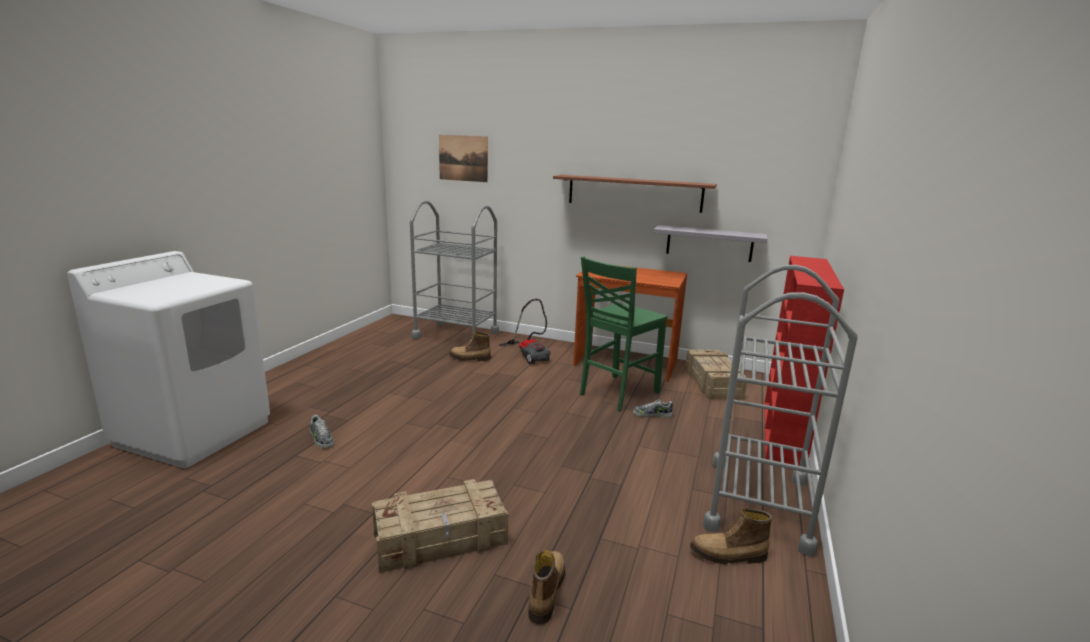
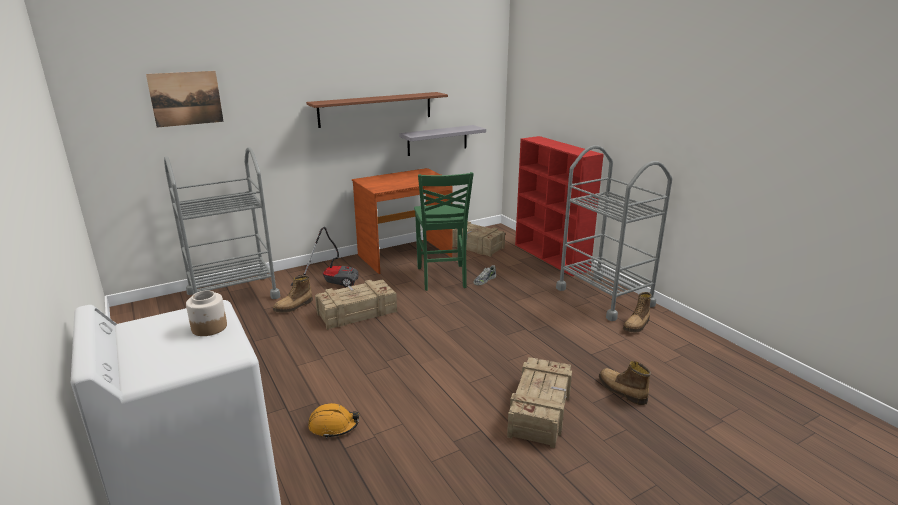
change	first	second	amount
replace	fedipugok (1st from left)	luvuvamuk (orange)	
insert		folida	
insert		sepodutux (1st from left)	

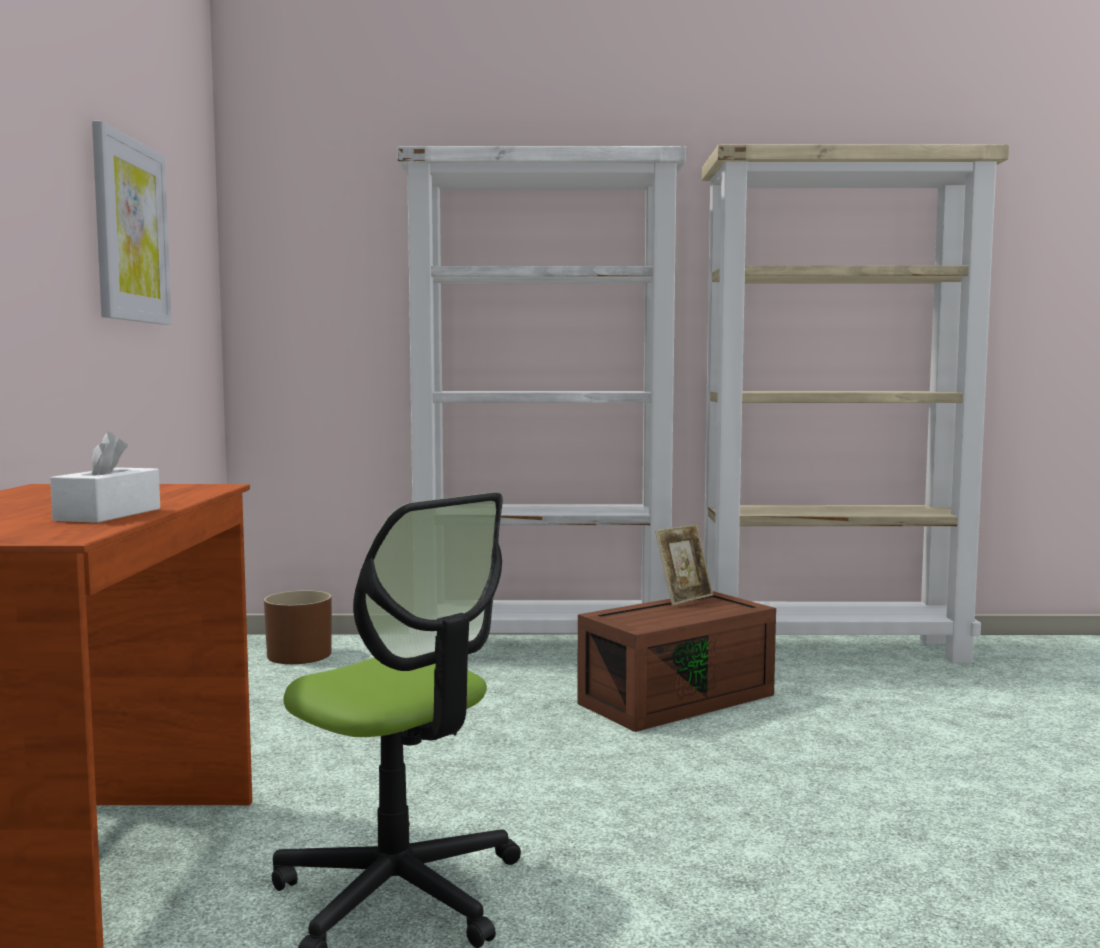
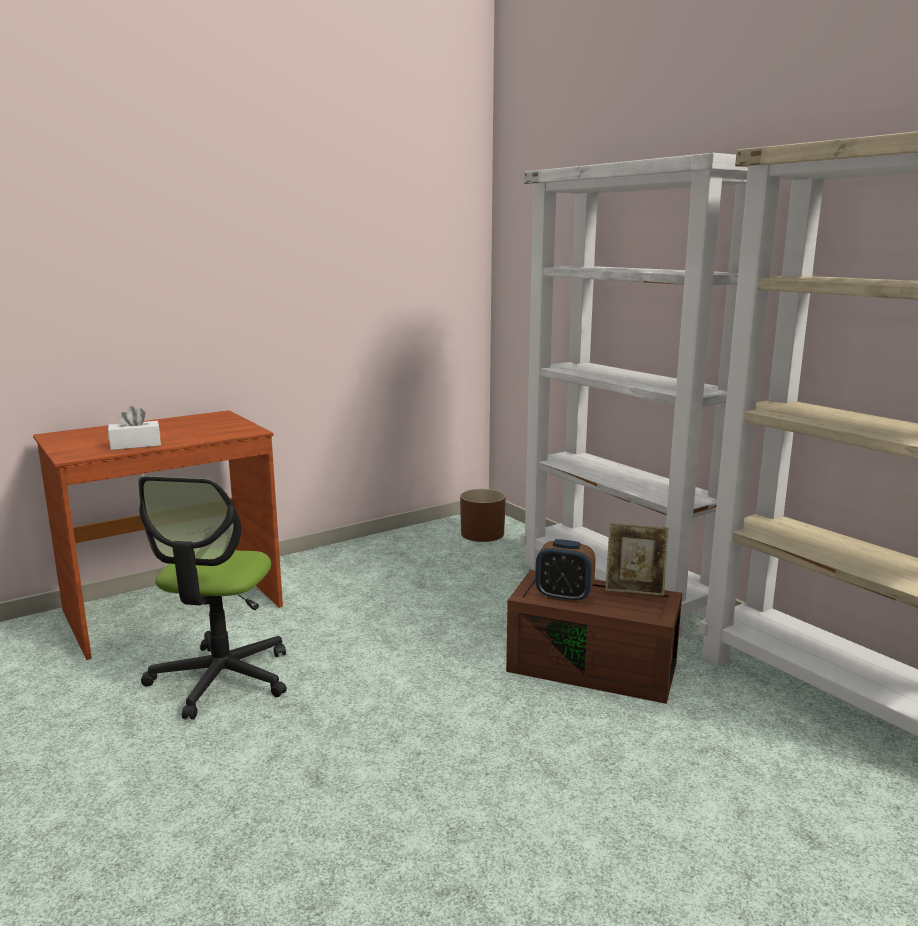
change	first	second	amount
delete	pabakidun		
insert		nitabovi	

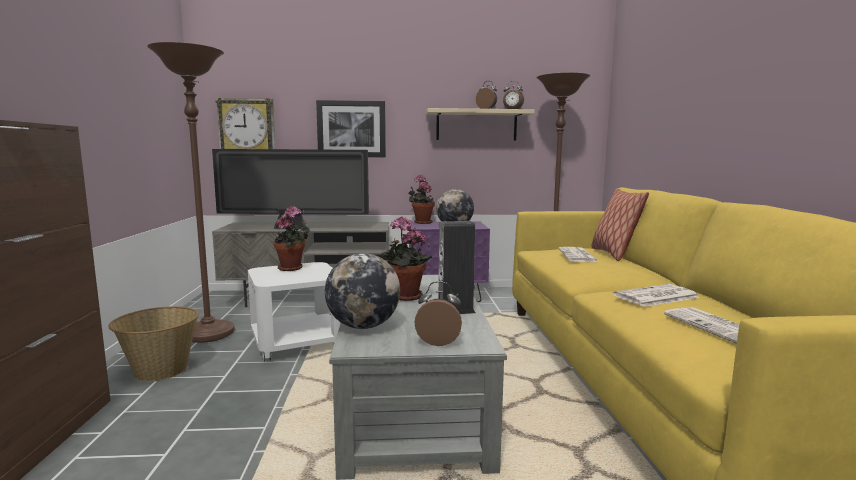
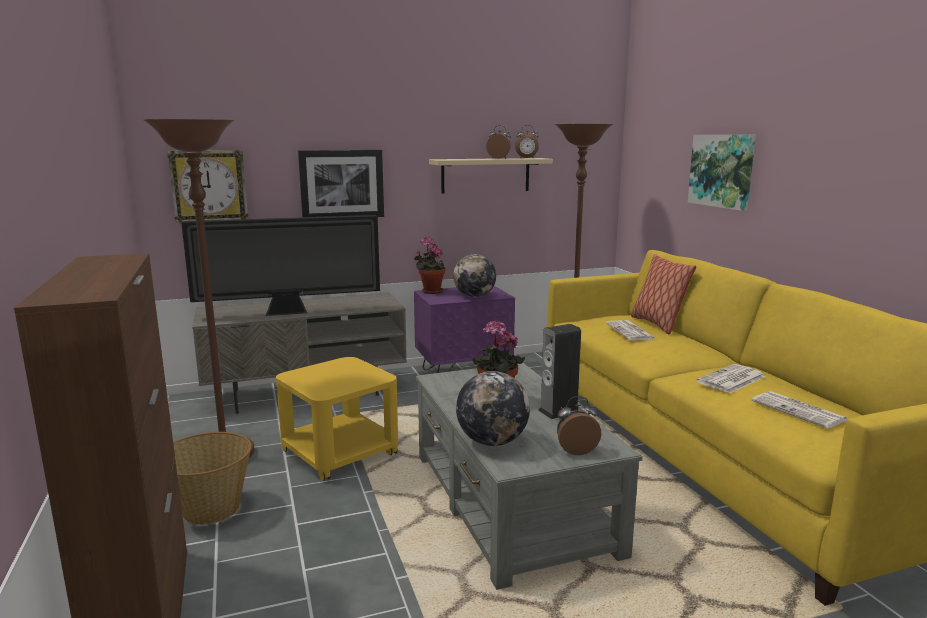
change	first	second	amount
recolor	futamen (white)	futamen (yellow)	
delete	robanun (1st from left)		
insert		pabakidun (2nd from left)	

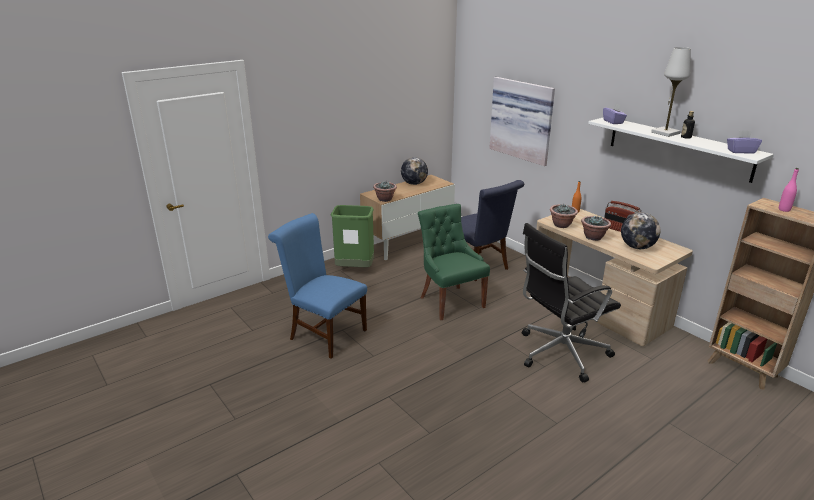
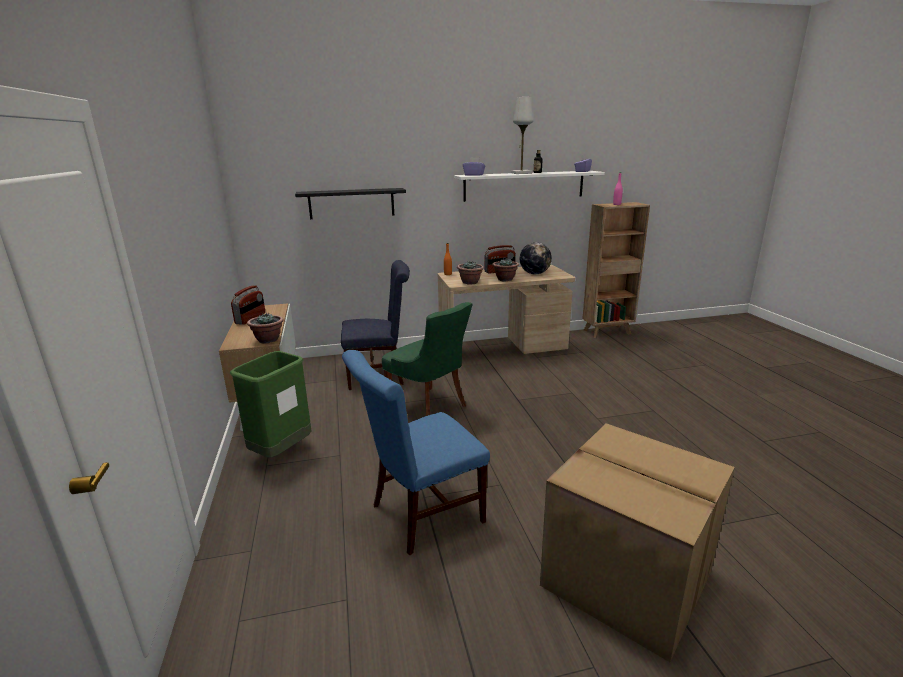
change	first	second	amount
replace	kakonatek (1st from left)	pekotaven (1st from left)	
rotate	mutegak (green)		135 degrees counterclockwise
replace	pabakidun	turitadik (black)	
delete	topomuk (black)		
insert		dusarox	

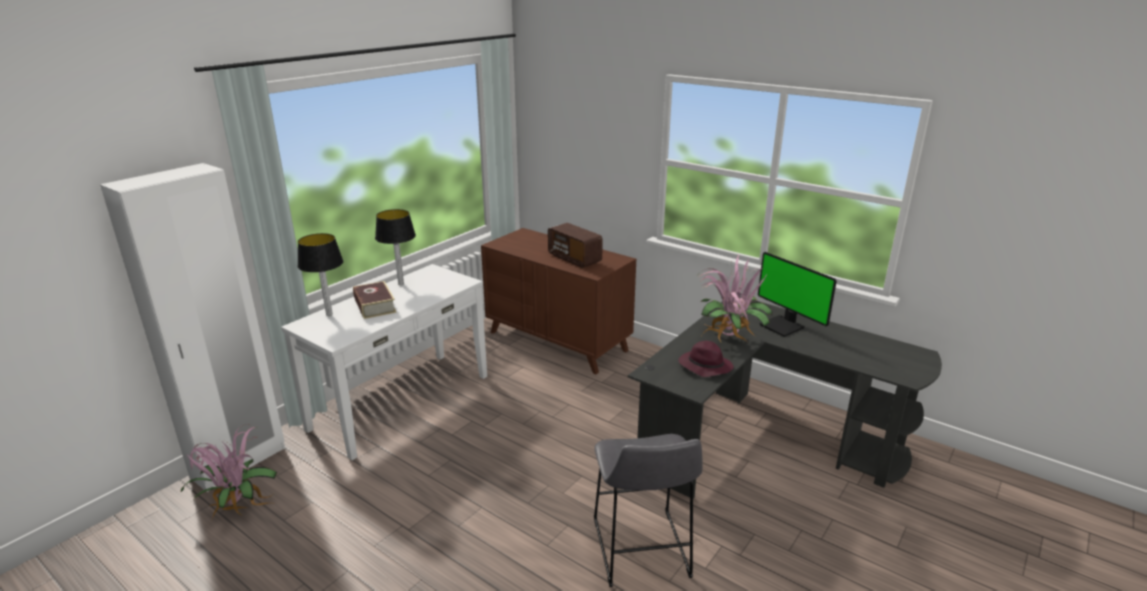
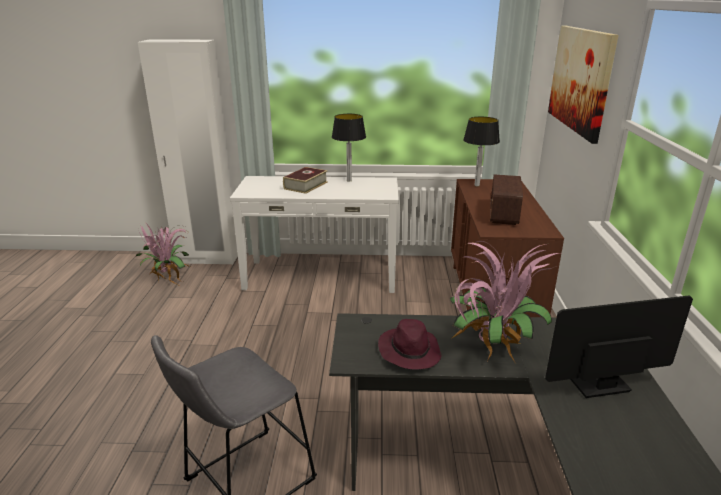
change	first	second	amount
move	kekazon (1st from left in the first image)	kekazon (2nd from left)	
rotate	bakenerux		60 degrees clockwise
insert		pabakidun	

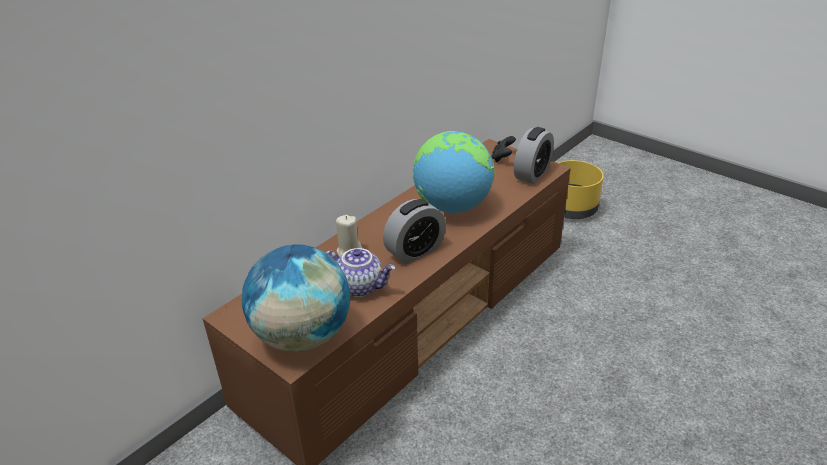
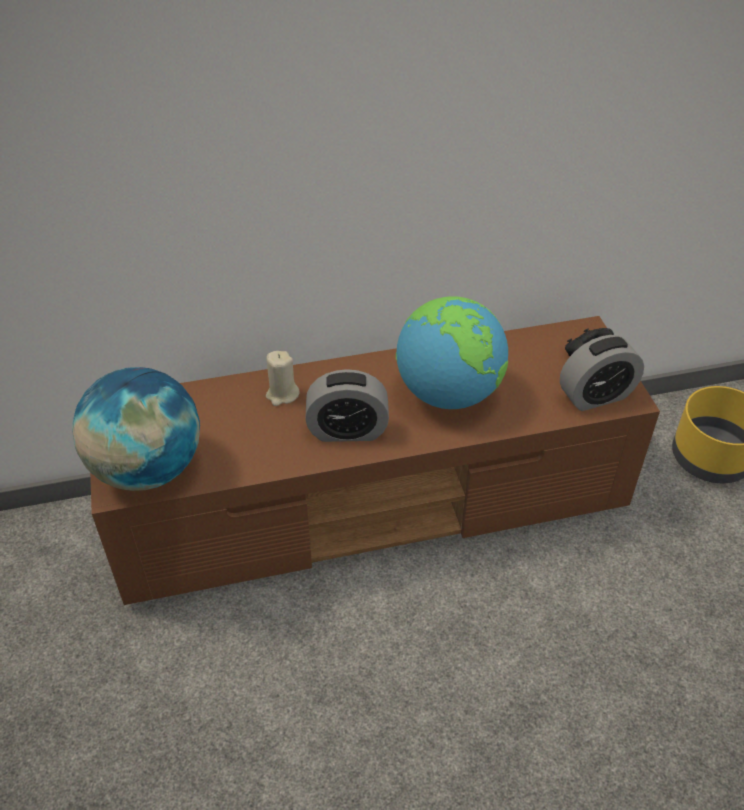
change	first	second	amount
delete	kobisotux		

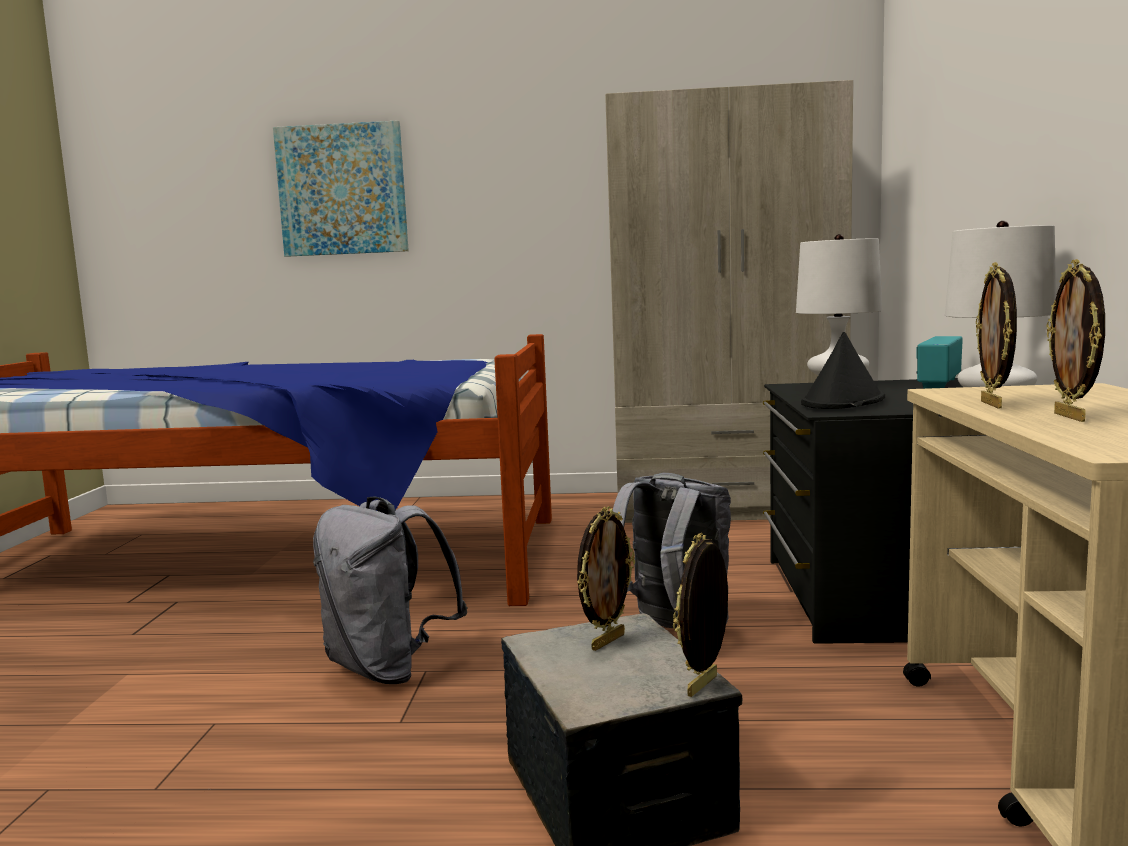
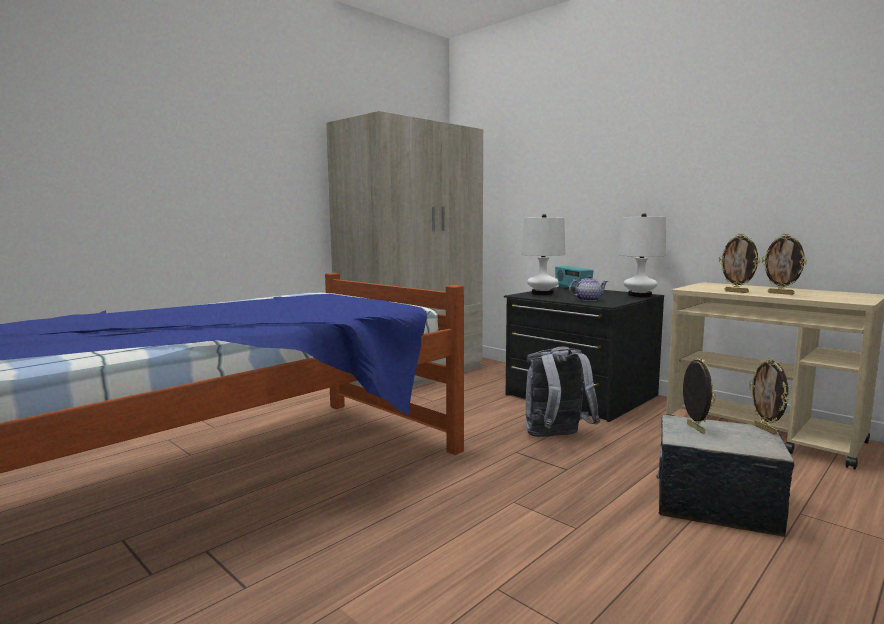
change	first	second	amount
delete	pabakidun		
delete	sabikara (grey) (1st from left)		
replace	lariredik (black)	kobisotux	

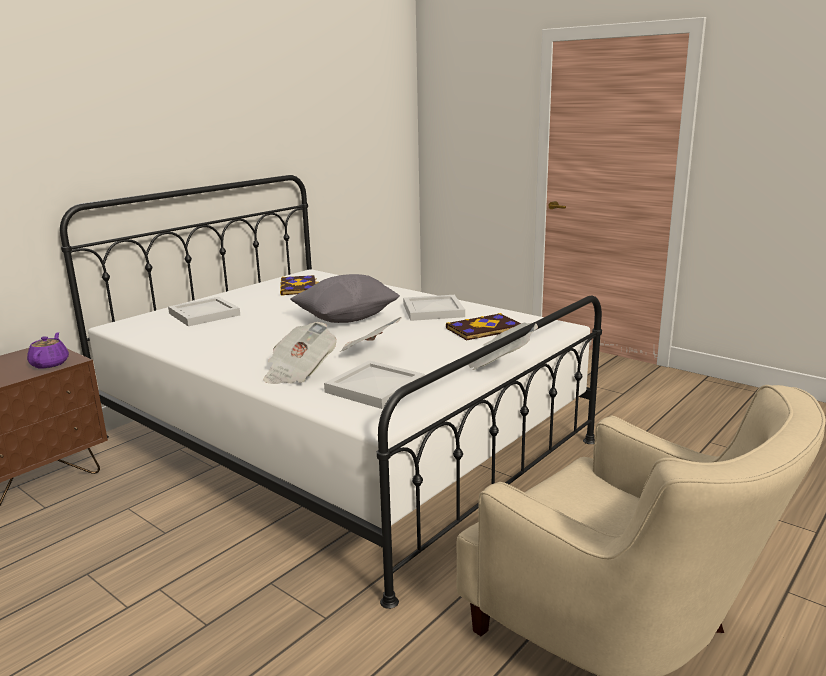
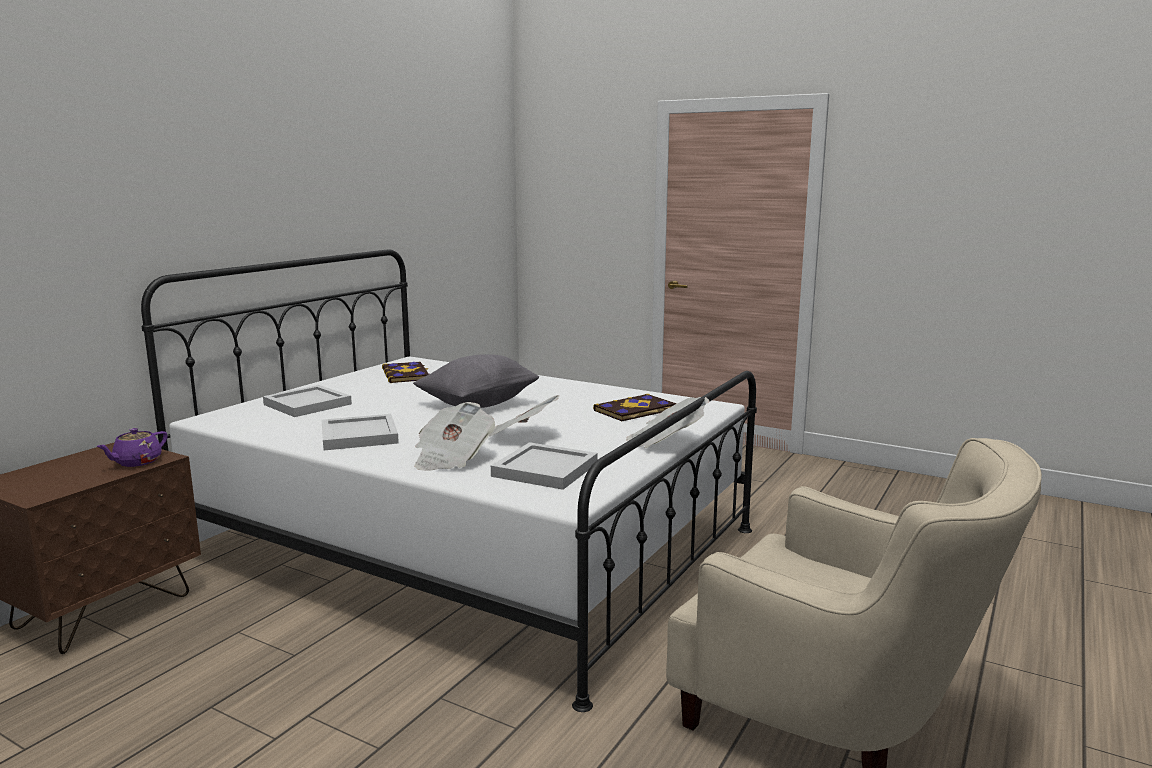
change	first	second	amount
rotate	kobisotux (purple)		135 degrees counterclockwise
move	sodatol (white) (3rd from left in the first image)	sodatol (white) (2nd from left)	

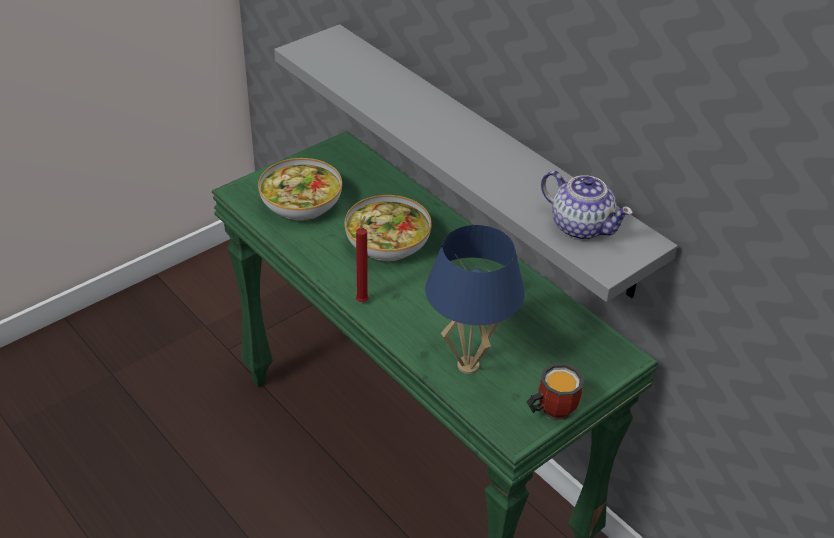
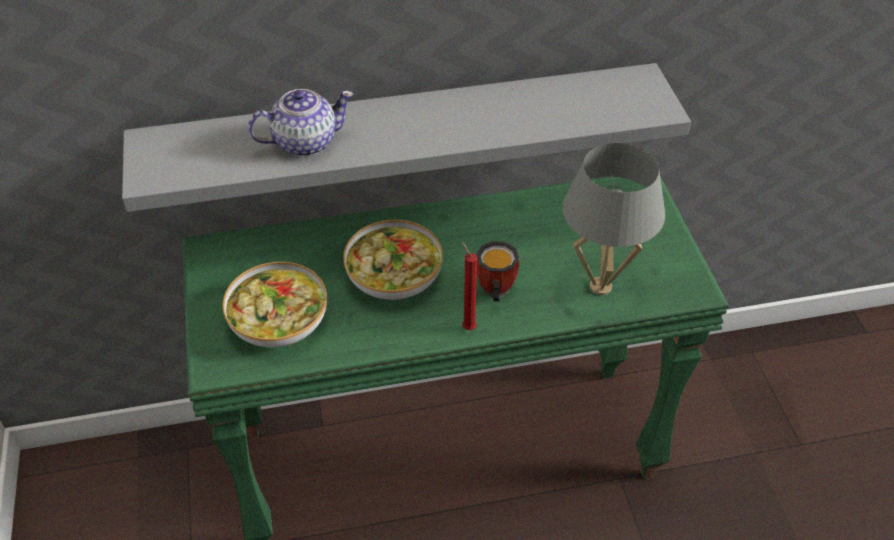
change	first	second	amount
recolor	kekazon (blue)	kekazon (grey)	
move	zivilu		
move	kobisotux		

